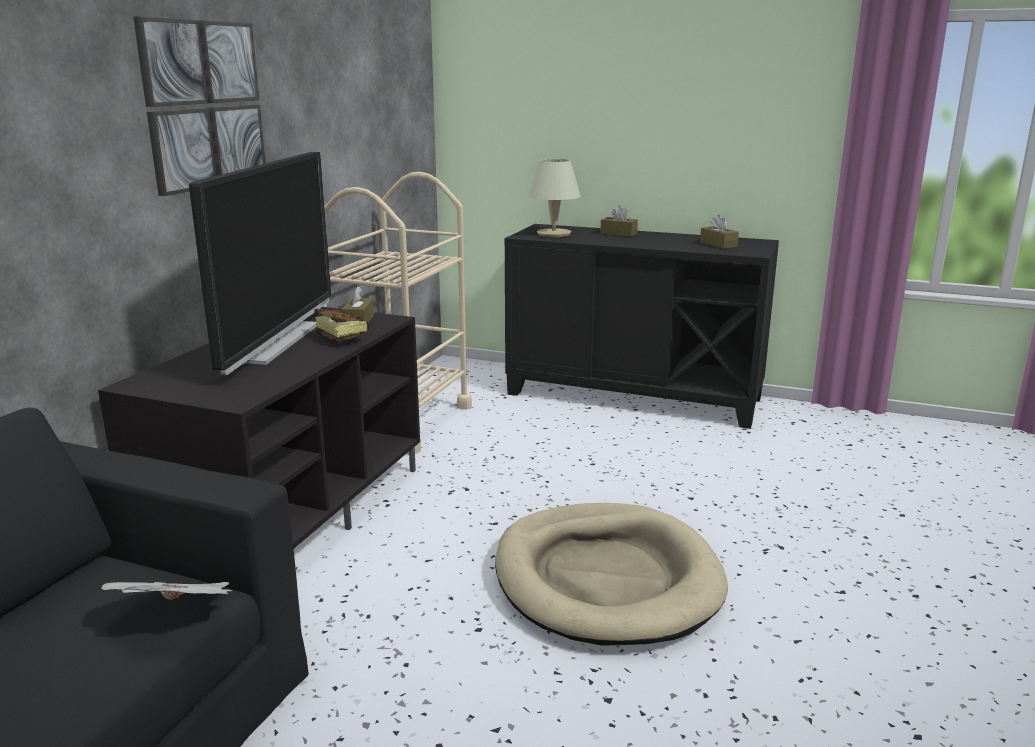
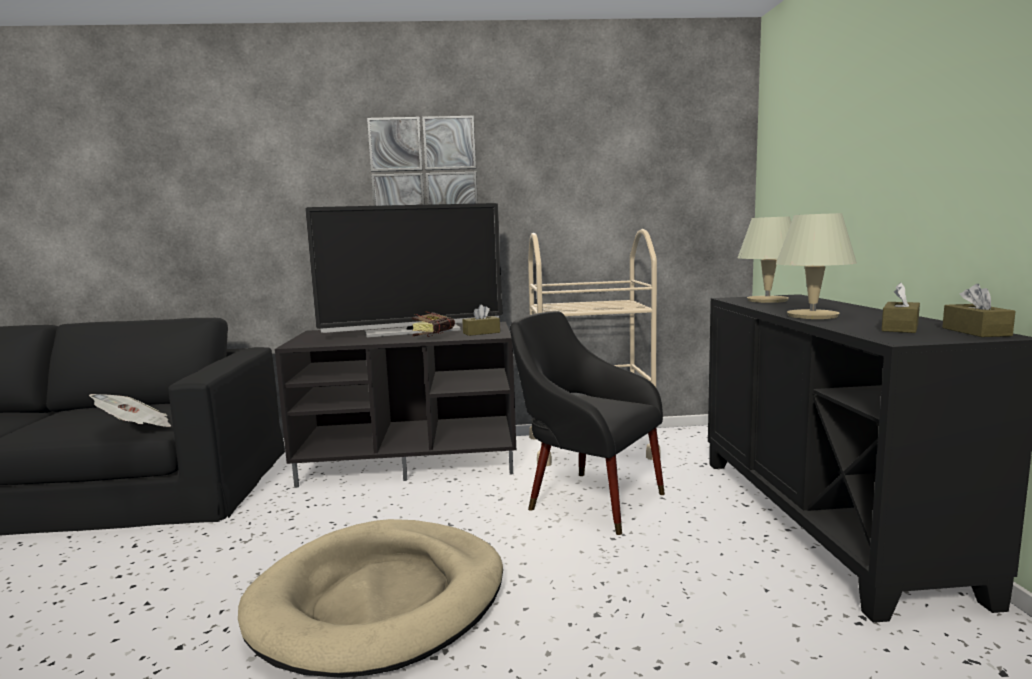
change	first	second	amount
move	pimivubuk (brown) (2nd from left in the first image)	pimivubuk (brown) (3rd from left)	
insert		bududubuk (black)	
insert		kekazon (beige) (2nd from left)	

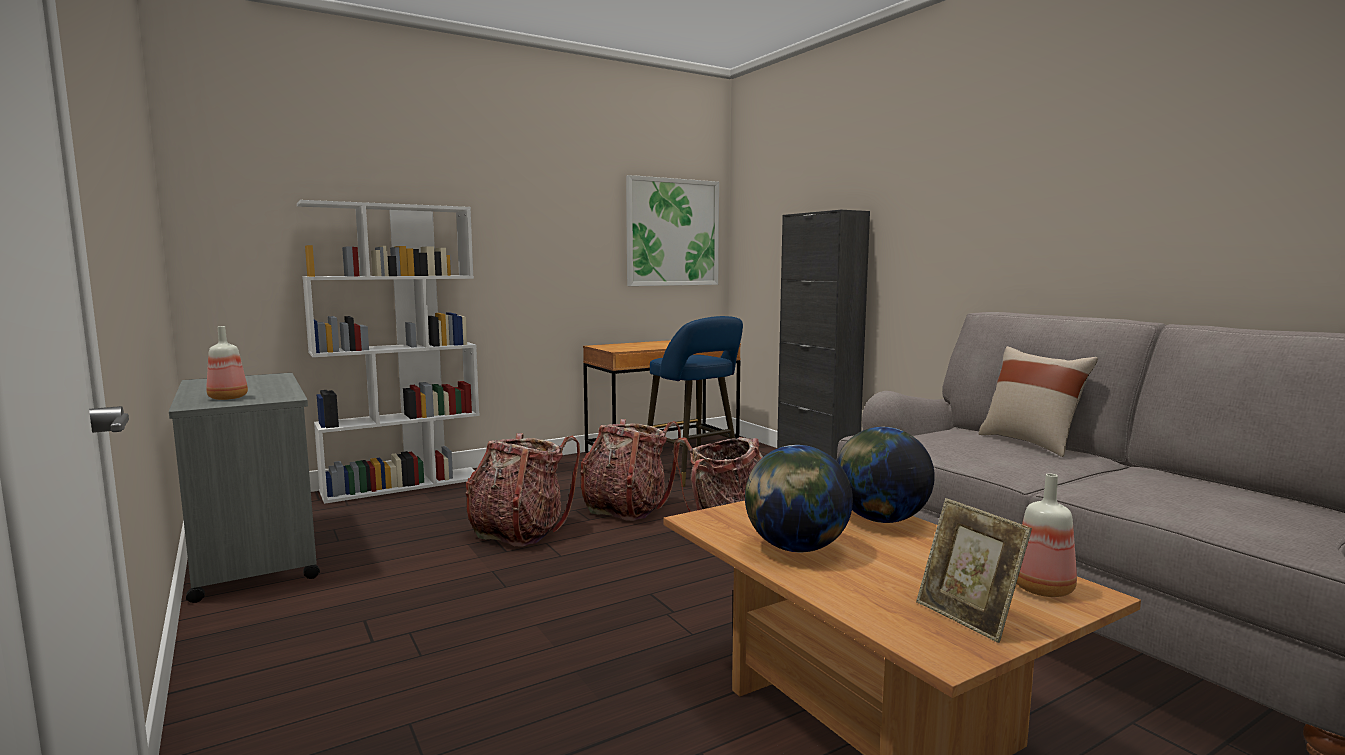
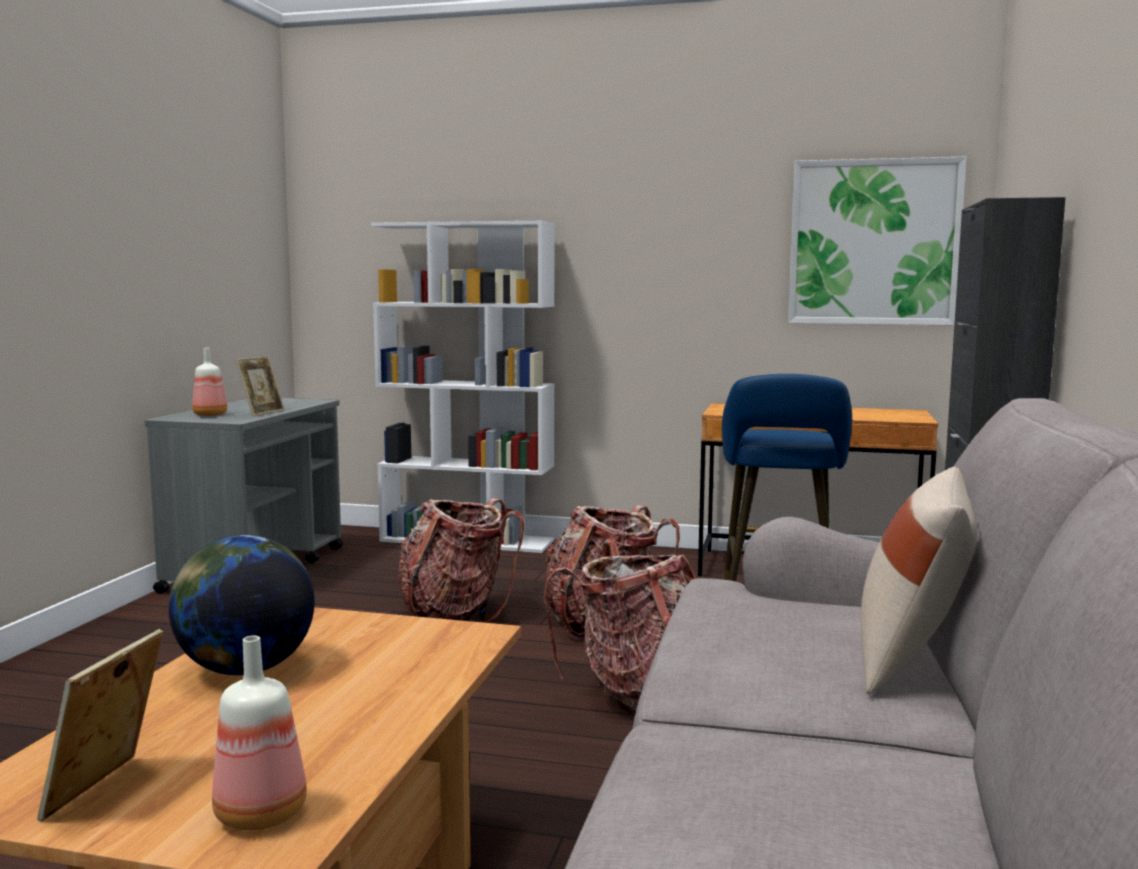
change	first	second	amount
delete	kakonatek (2nd from left)		
insert		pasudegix (2nd from left)	

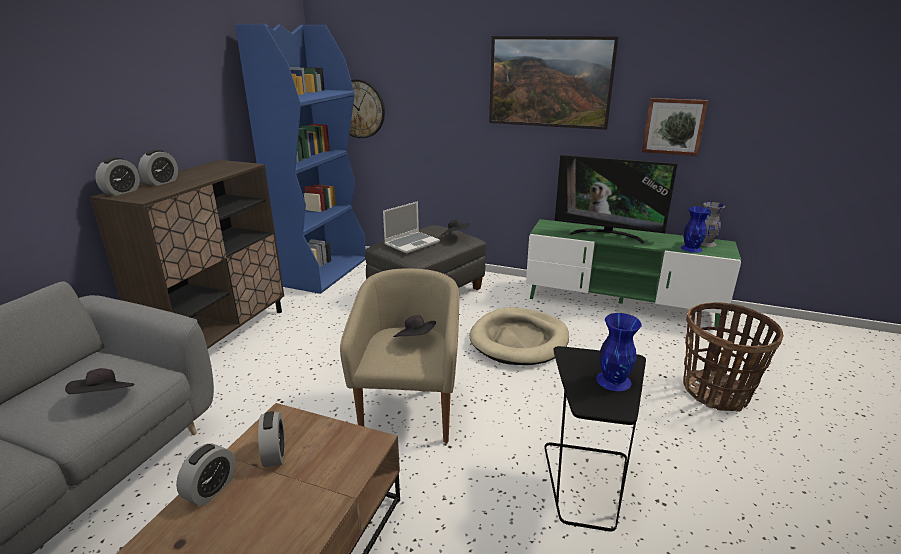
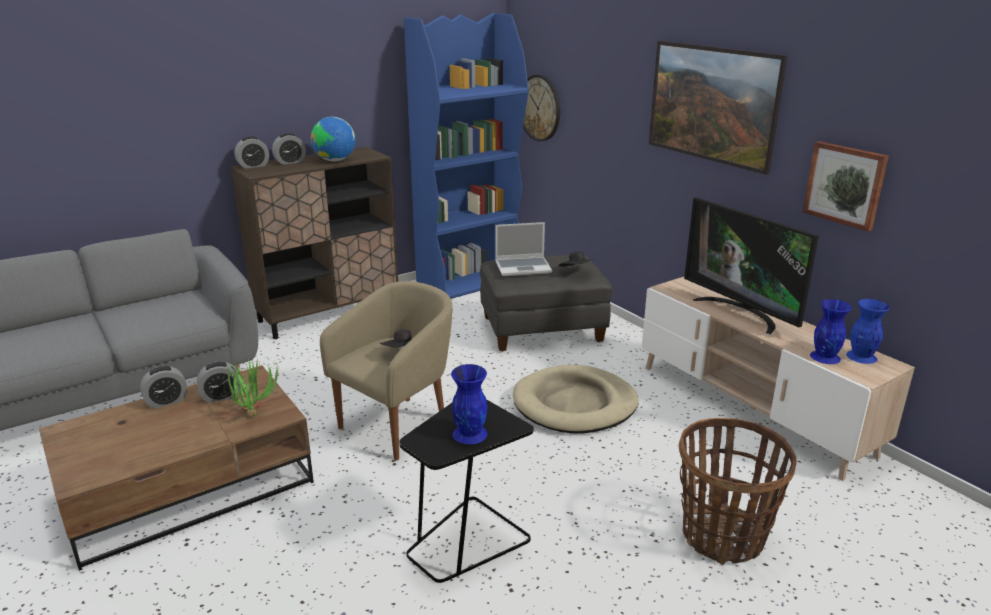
change	first	second	amount
delete	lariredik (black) (1st from left)		
rotate	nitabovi (4th from left in the first image)	nitabovi (2nd from left)	45 degrees clockwise
recolor	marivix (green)	marivix (beige)	
recolor	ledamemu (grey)	ledamemu (blue) (3rd from left)	
insert		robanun	
insert		kakonatek	

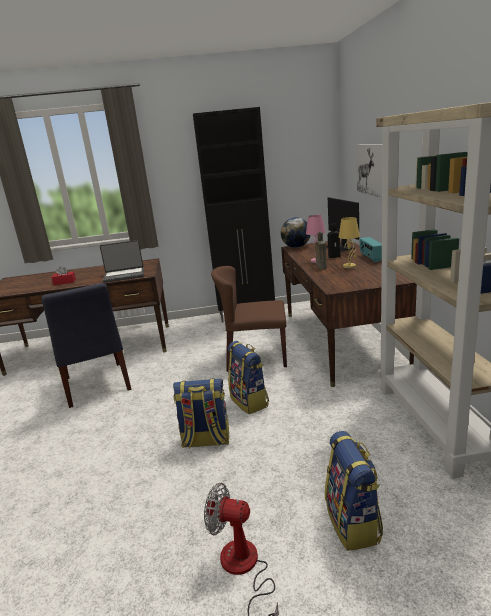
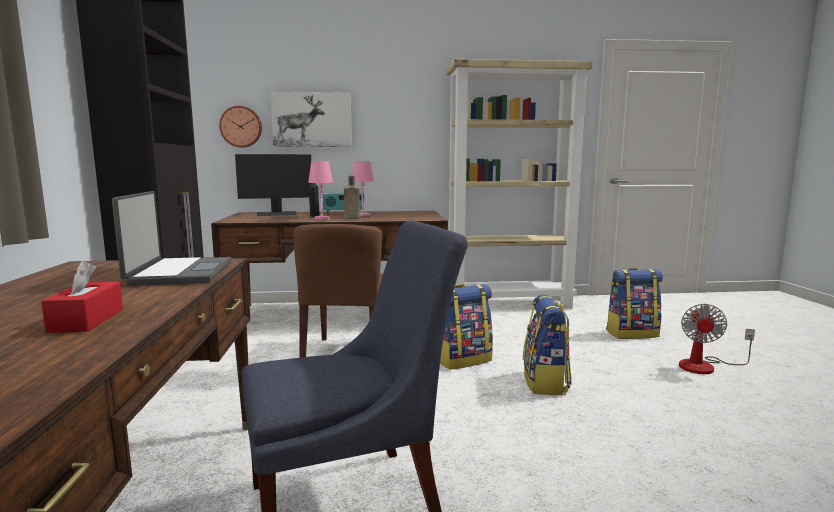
change	first	second	amount
delete	kakonatek		
recolor	kekazon (yellow)	kekazon (pink) (2nd from left)	
insert		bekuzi	

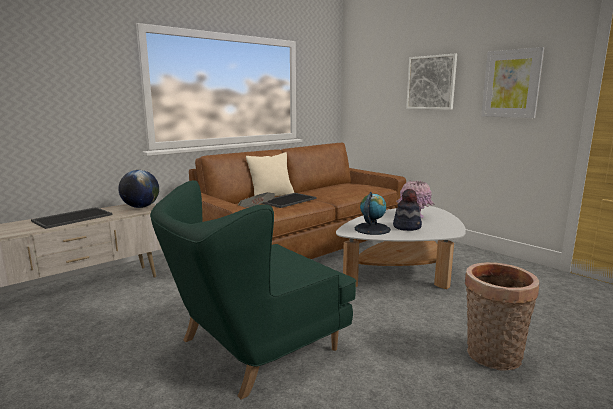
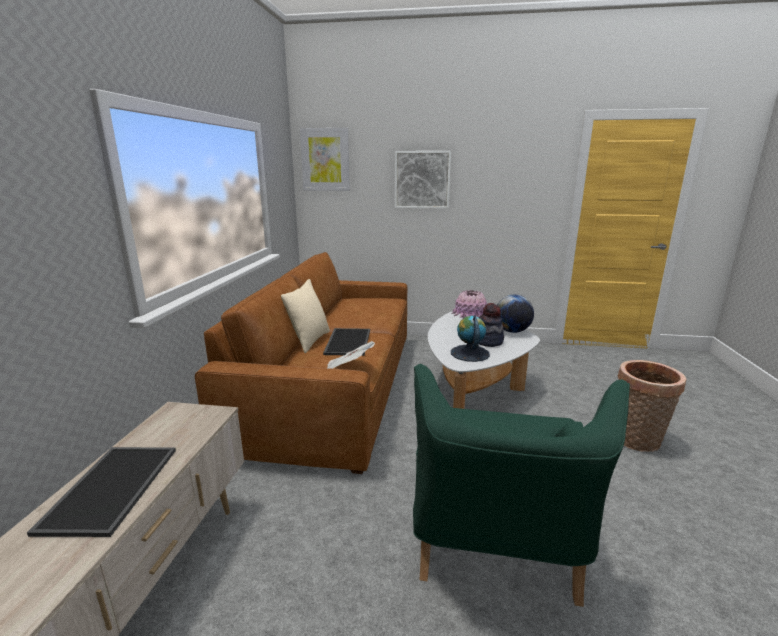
change	first	second	amount
move	kakonatek (1st from left in the first image)	kakonatek (2nd from left)	
move	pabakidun (2nd from left in the first image)	pabakidun (1st from left)	

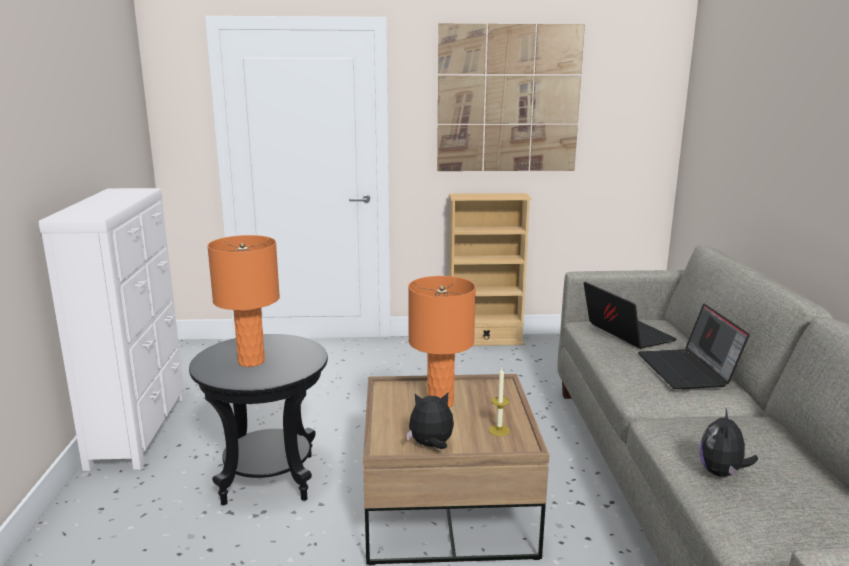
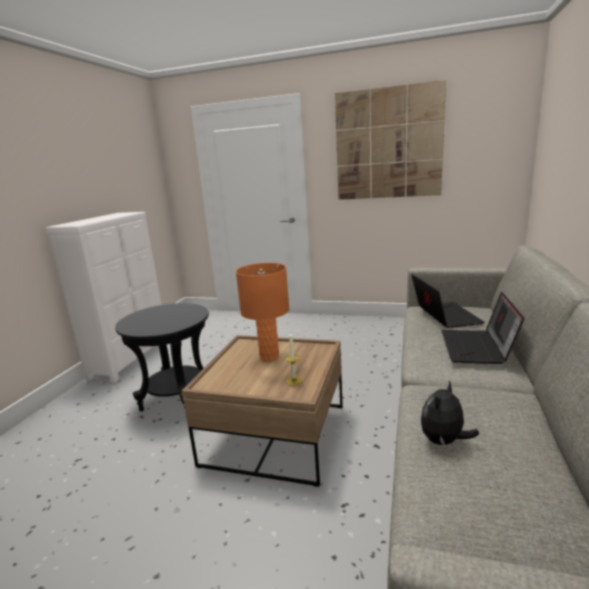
change	first	second	amount
delete	kekazon (orange) (1st from left)		
delete	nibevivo (1st from left)		
delete	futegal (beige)		

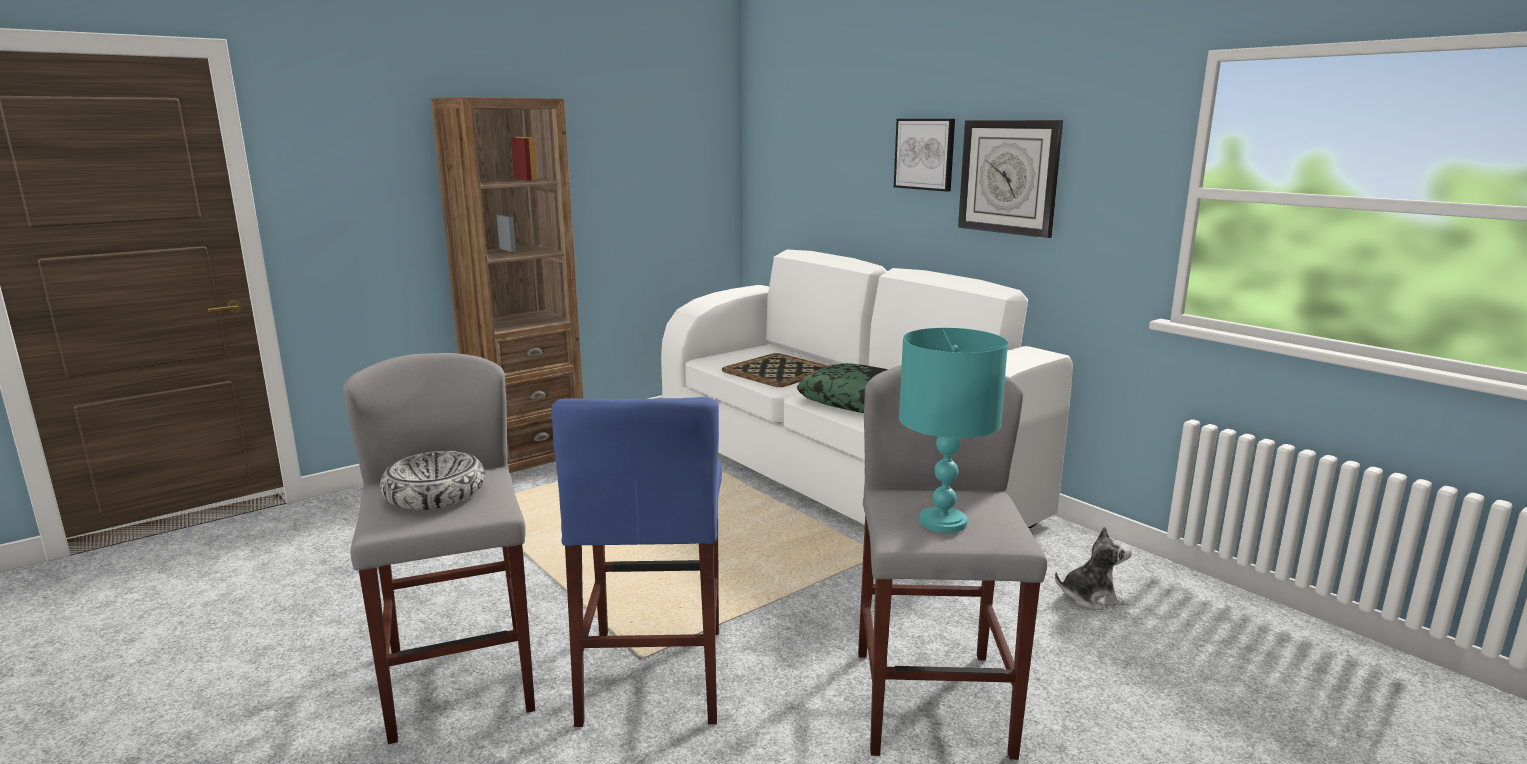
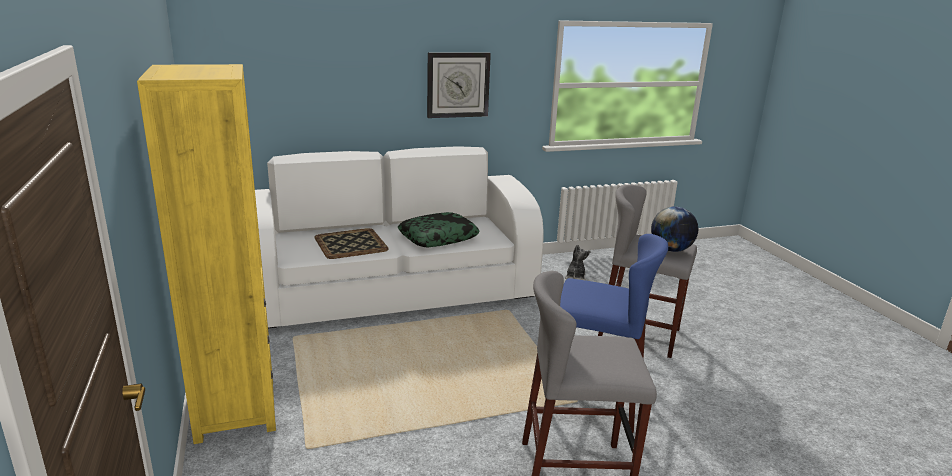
change	first	second	amount
delete	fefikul		
recolor	futegal (brown)	futegal (yellow)	
delete	pabakidun		
replace	kekazon (turquoise)	kakonatek	

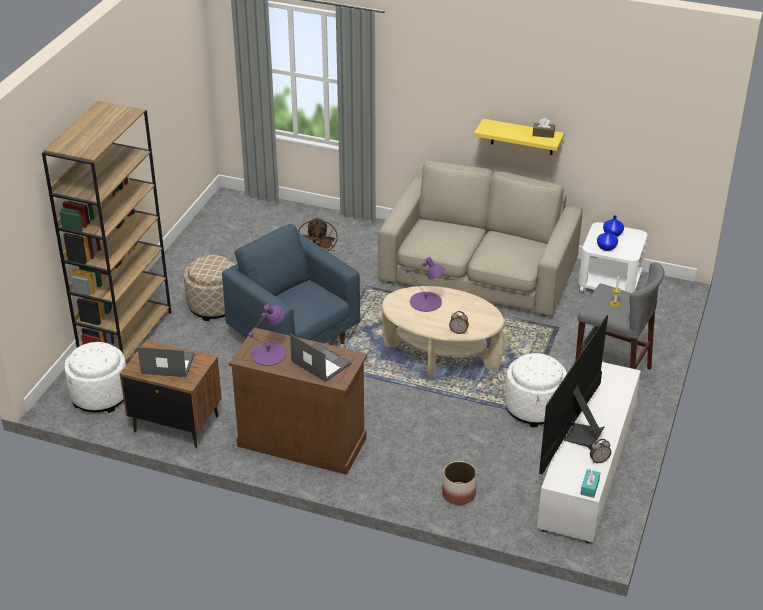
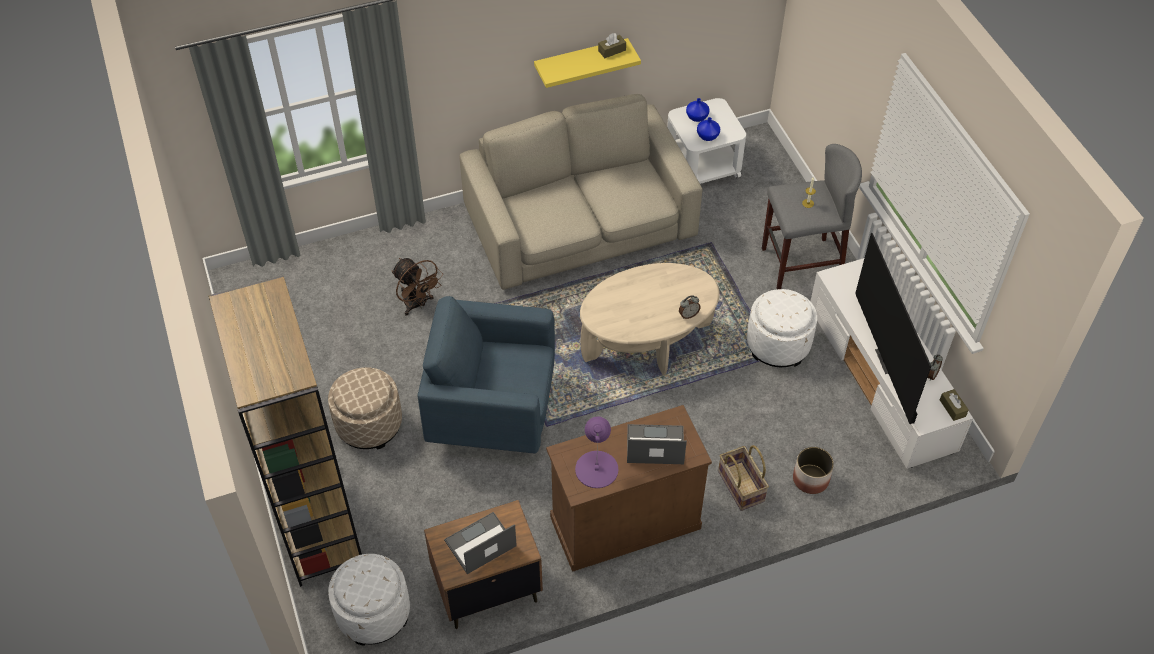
change	first	second	amount
delete	kekazon (purple) (2nd from left)		
recolor	pimivubuk (turquoise)	pimivubuk (brown) (2nd from left)	
insert		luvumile	

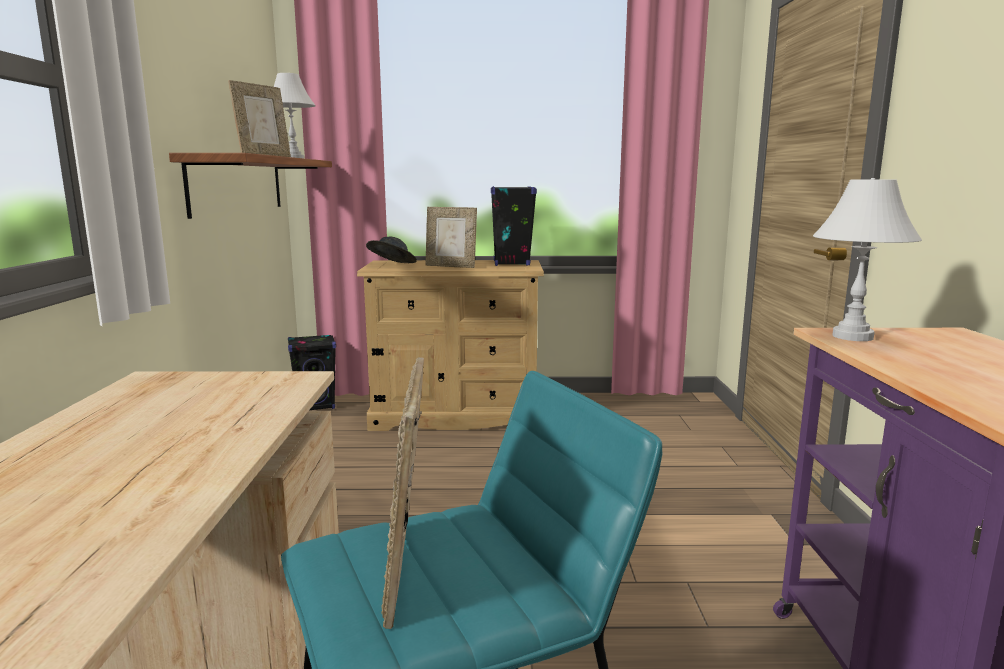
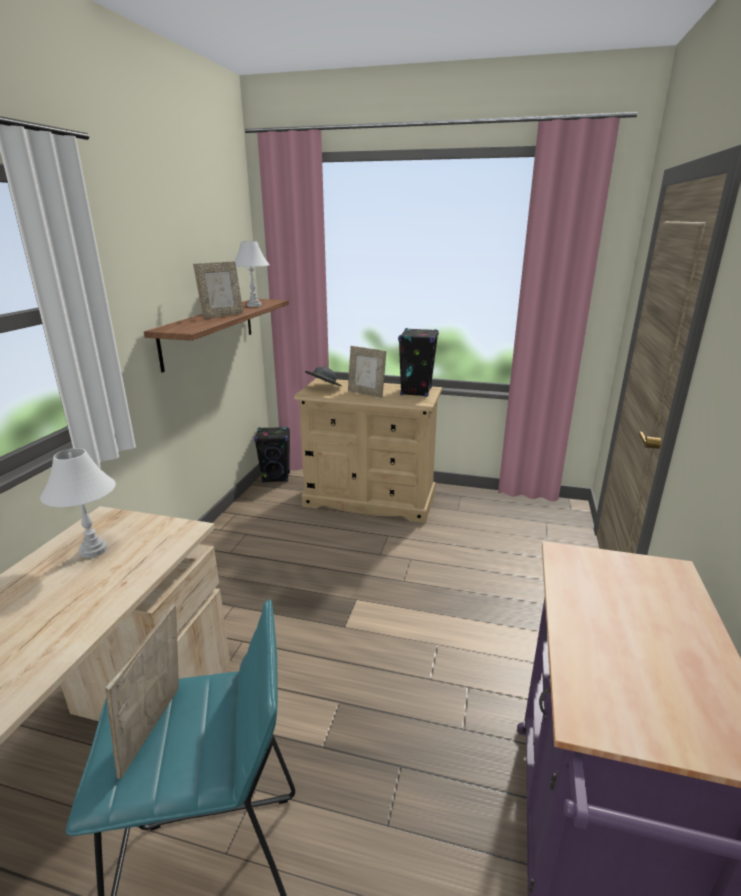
change	first	second	amount
move	kekazon (white) (2nd from left in the first image)	kekazon (white) (1st from left)	

